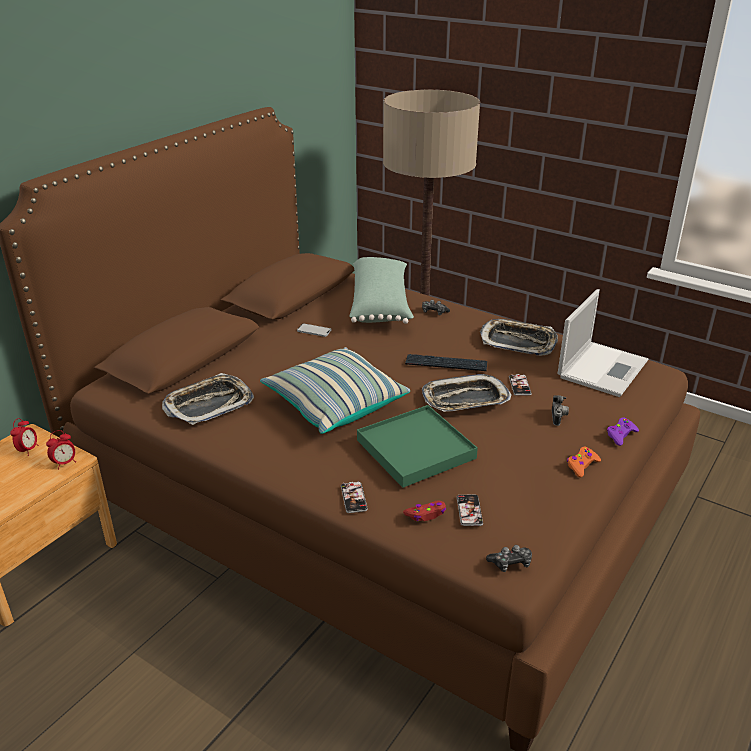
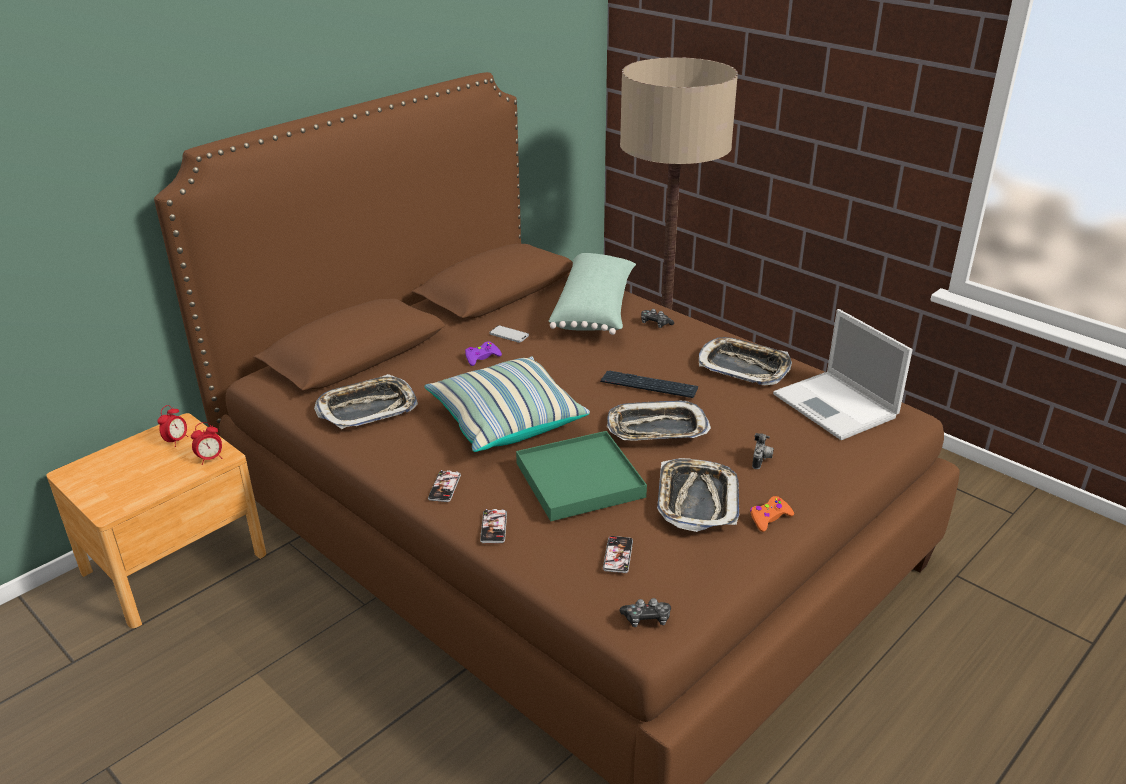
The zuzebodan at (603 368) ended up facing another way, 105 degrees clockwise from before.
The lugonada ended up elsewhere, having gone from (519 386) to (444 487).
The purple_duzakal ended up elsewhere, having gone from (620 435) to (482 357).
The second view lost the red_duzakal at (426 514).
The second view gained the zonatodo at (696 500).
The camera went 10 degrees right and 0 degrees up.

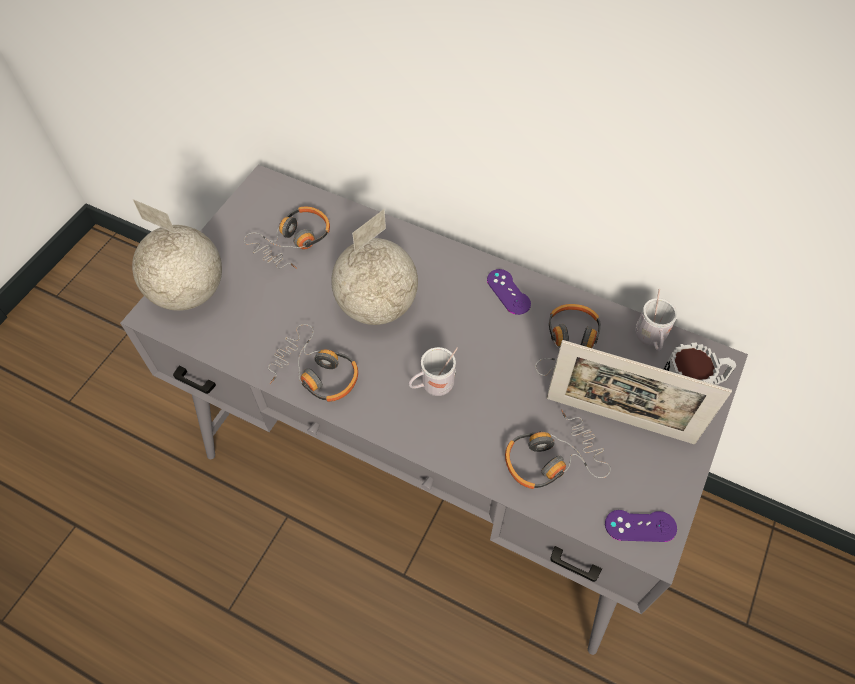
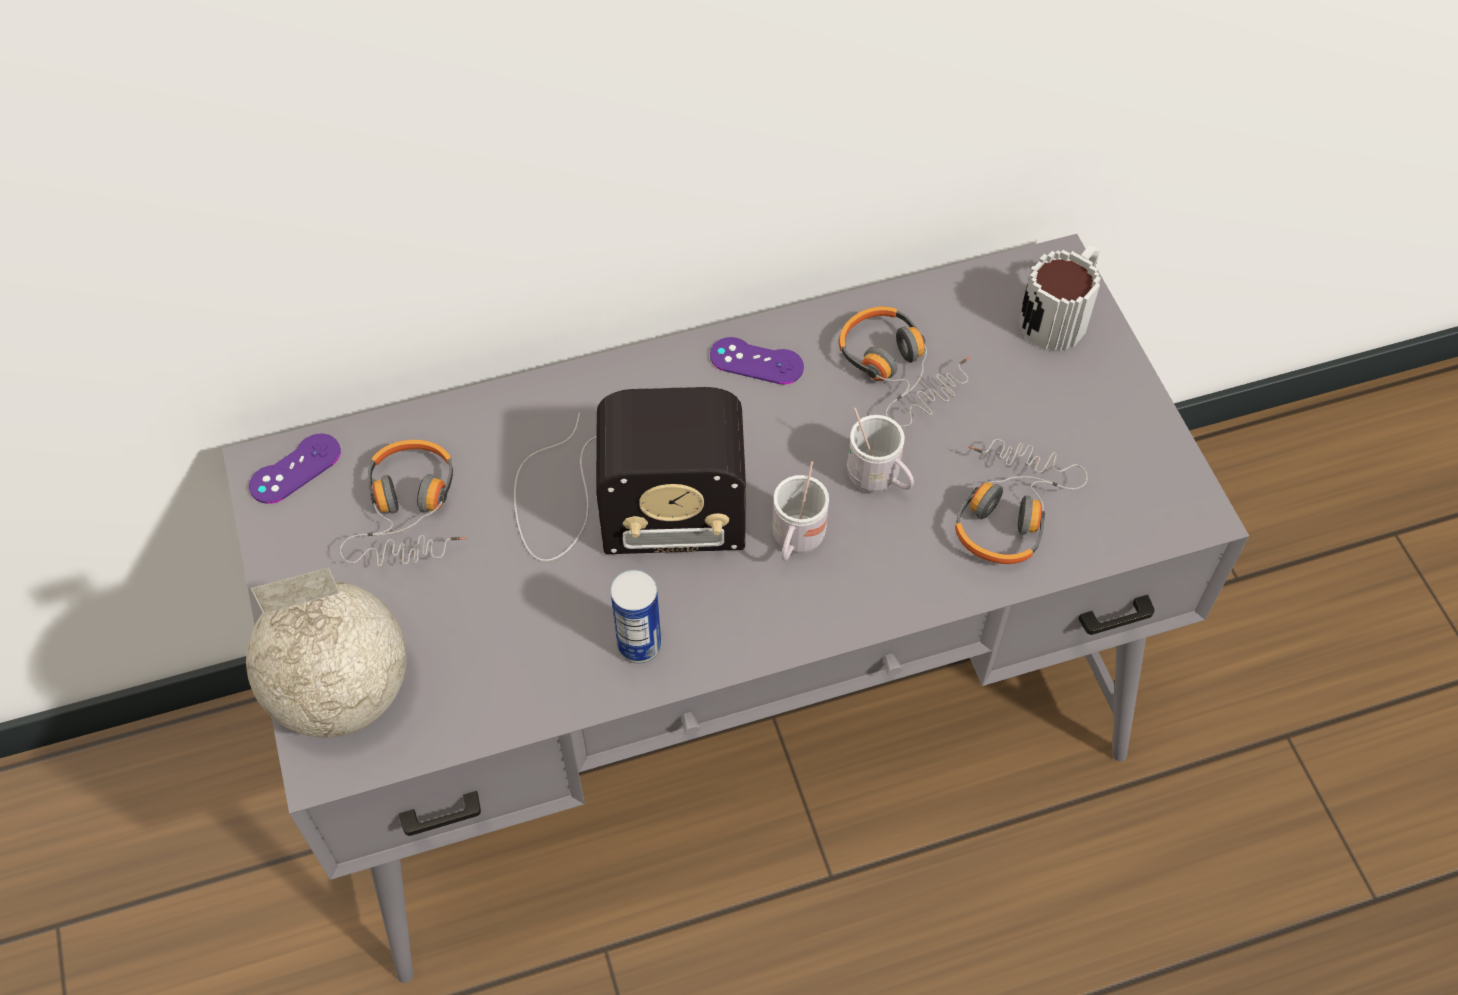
Where the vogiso stood at (378 306), the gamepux came to stand at (621 503).
The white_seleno ended up elsewhere, having gone from (650 339) to (878 480).
Where the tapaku stood at (316 372), the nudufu came to stand at (639 645).
The second view lost the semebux at (619 420).
The purple_duzakal ended up elsewhere, having gone from (640 526) to (295 469).
The camera went 45 degrees left and 0 degrees up.

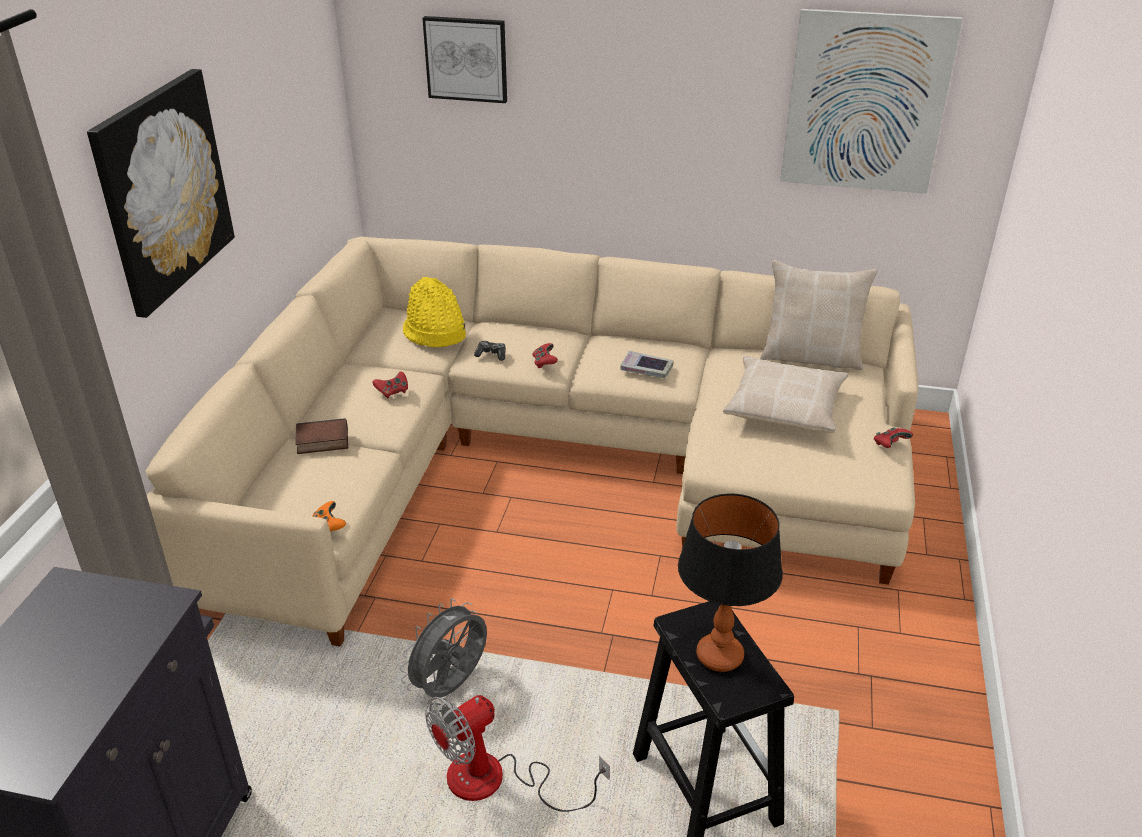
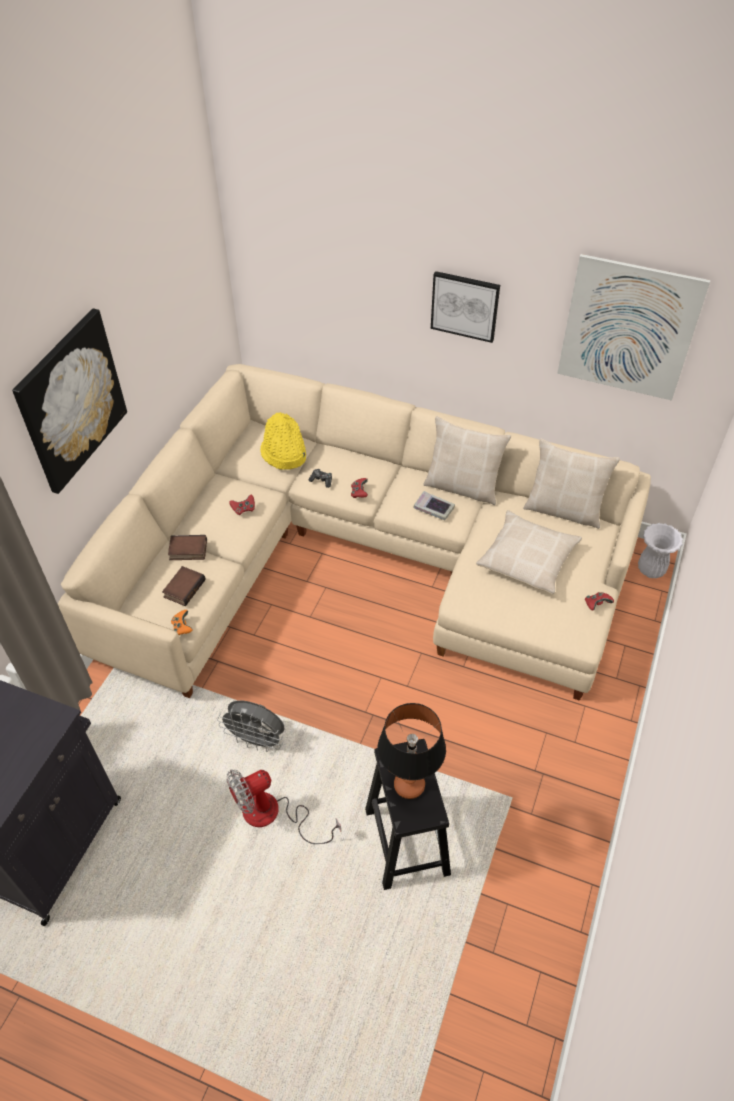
The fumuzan ended up elsewhere, having gone from (466 59) to (465 305).
The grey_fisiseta at (451 687) ended up facing another way, 120 degrees counterclockwise from before.
The second view gained the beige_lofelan at (463 487).
The second view gained the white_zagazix at (651 569).
The second view gained the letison at (184 588).
The camera went 10 degrees right and 15 degrees up.

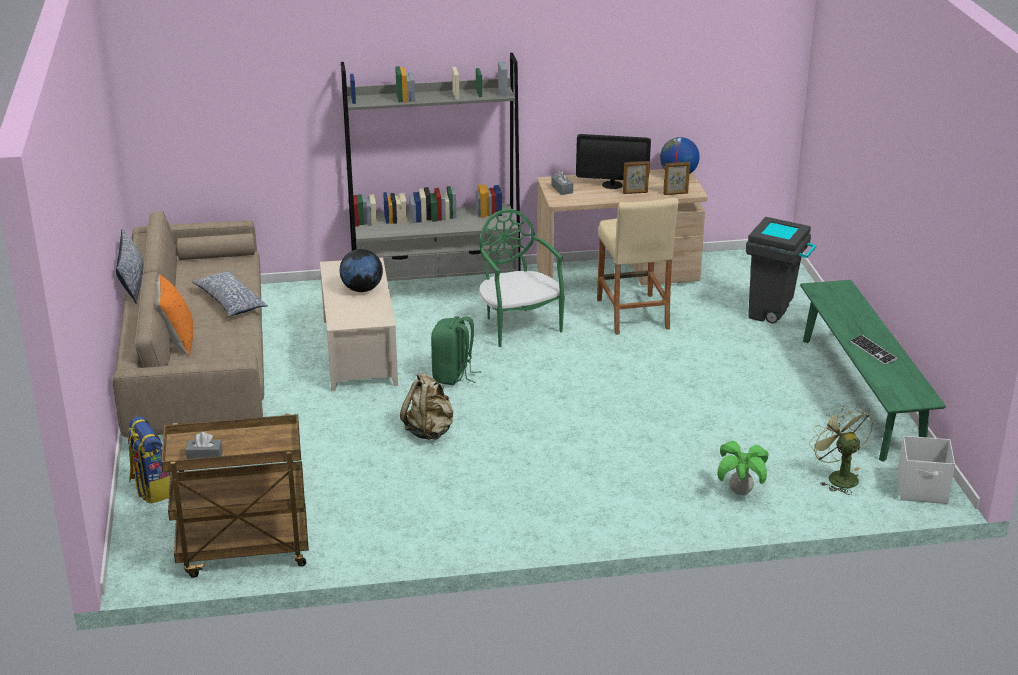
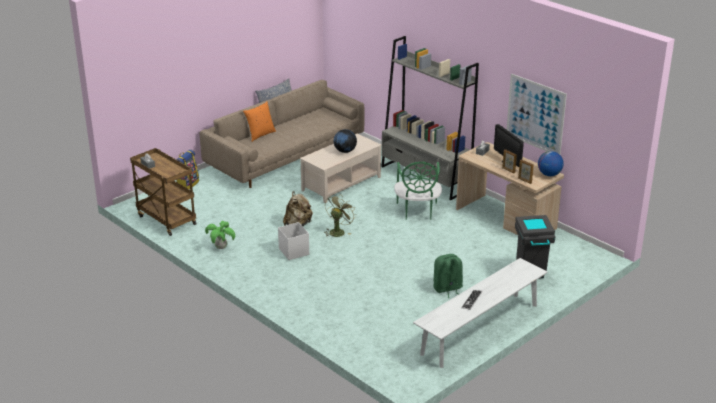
The second view lost the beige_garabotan at (632 314).
The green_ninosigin at (518 325) ended up facing another way, 150 degrees clockwise from before.
The second view lost the lofelan at (230 302).
What was the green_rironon at (860 395) turned into the white_rironon at (480 329).
The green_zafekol ended up elsewhere, having gone from (453 376) to (447 289).
The green_fisiseta ended up elsewhere, having gone from (838 476) to (338 231).
The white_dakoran ended up elsewhere, having gone from (923 490) to (294 252).
The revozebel ended up elsewhere, having gone from (740 492) to (221 247).
The second view gained the fumuzan at (535 114).
The camera went 55 degrees right and 0 degrees up.

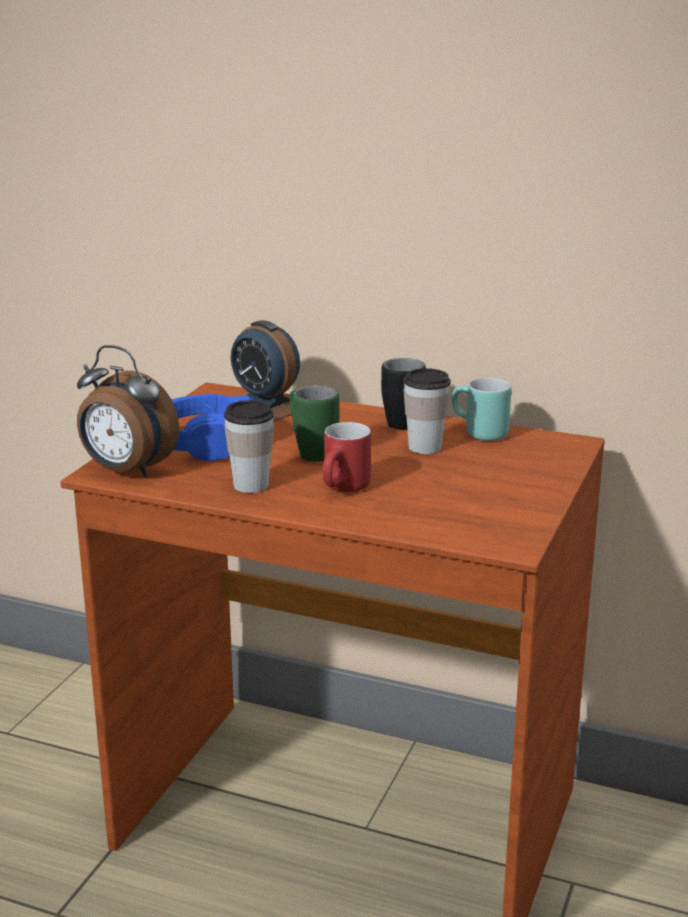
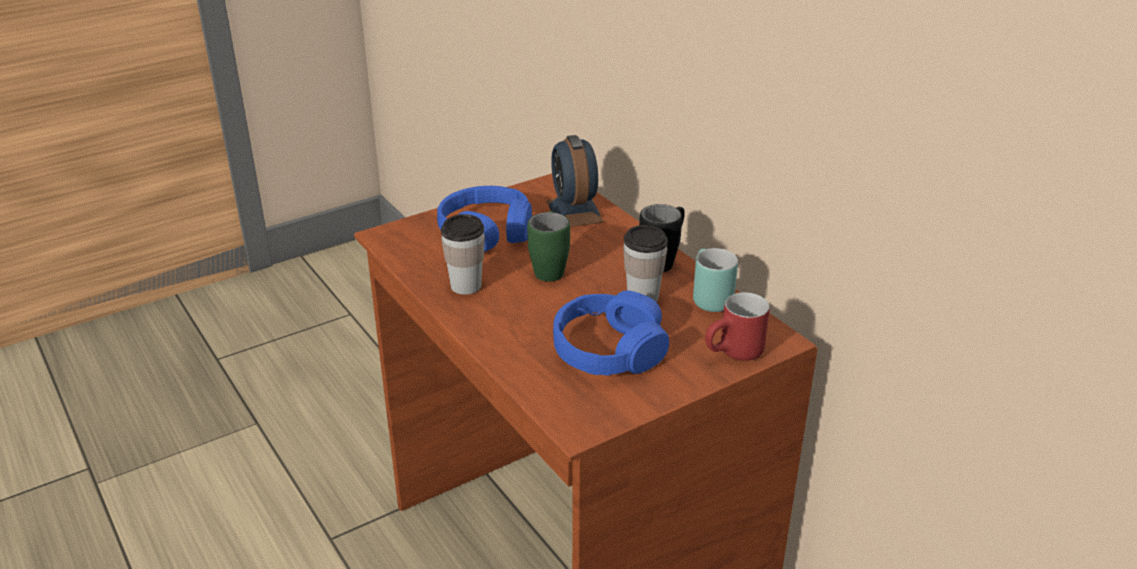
The second view lost the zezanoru at (126 471).
The red_seleno ended up elsewhere, having gone from (345 490) to (735 355).
The second view gained the blue_tapaku at (609 350).
The camera went 35 degrees right and 10 degrees up.

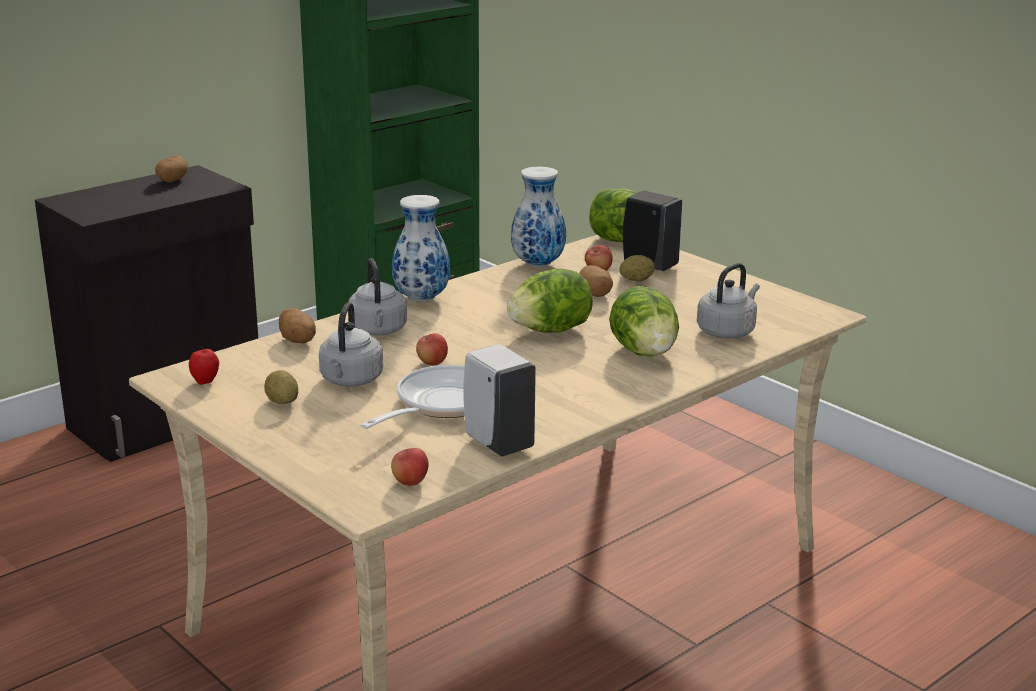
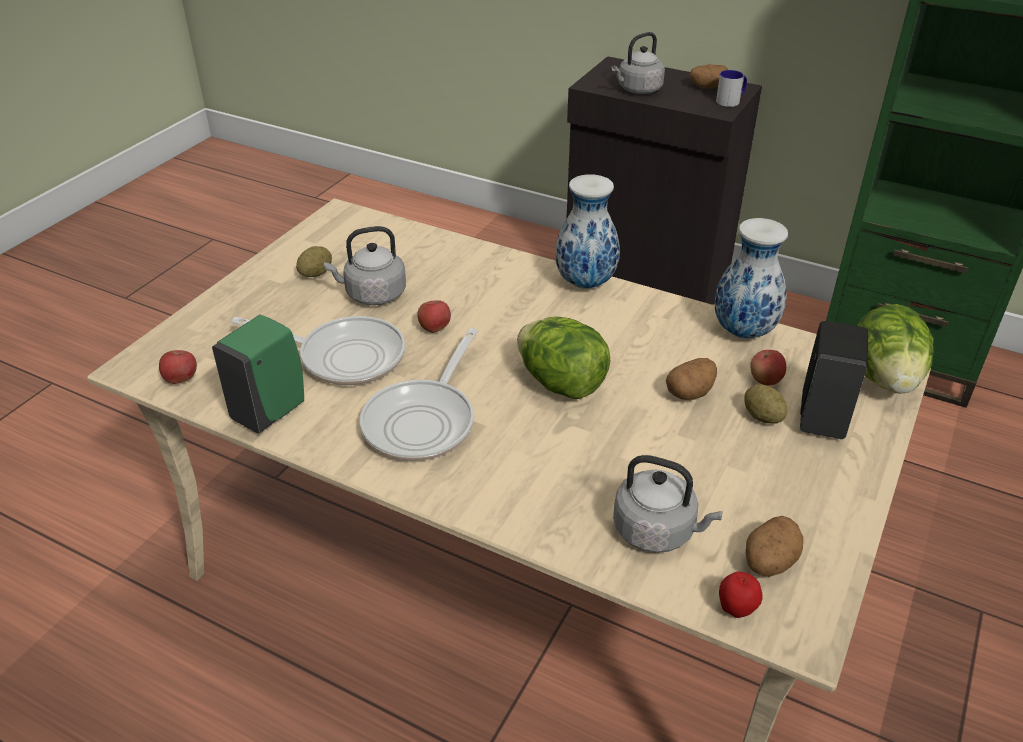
The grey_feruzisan ended up elsewhere, having gone from (378 331) to (637 90).
The second view lost the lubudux at (644 352).
The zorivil ended up elsewhere, having gone from (298 341) to (768 562).
What was the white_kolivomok at (497 443) turned into the green_kolivomok at (271 411).
The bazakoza ended up elsewhere, having gone from (205 382) to (736 610).
The second view gained the seleno at (731 101).
The second view gained the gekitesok at (424 421).
The camera went 70 degrees right and 15 degrees up.

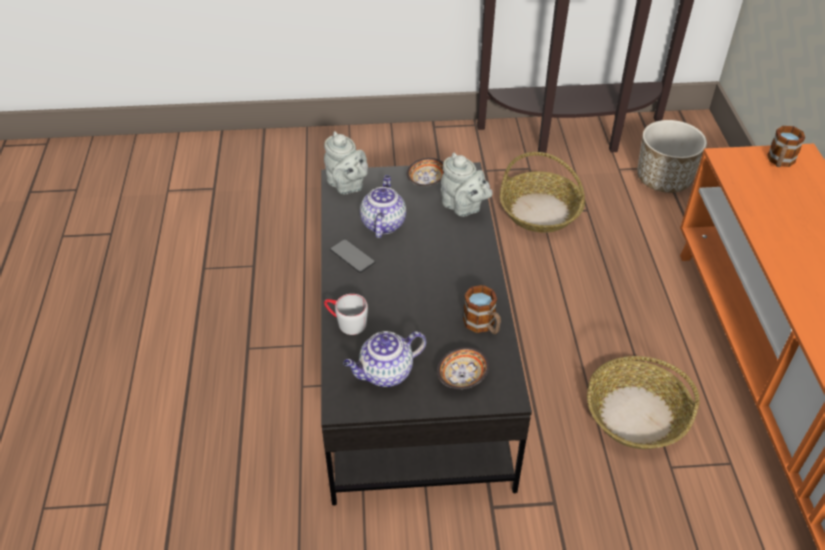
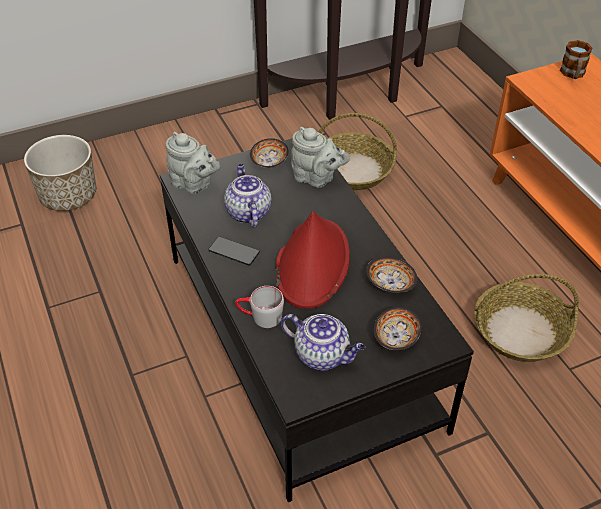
The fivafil ended up elsewhere, having gone from (663 179) to (68 196).
Where the seleno stood at (483 325), the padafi came to stand at (390 284).
The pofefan at (385 373) ended up facing another way, 105 degrees counterclockwise from before.
The second view gained the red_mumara at (312 263).
The camera went 20 degrees left and 0 degrees up.

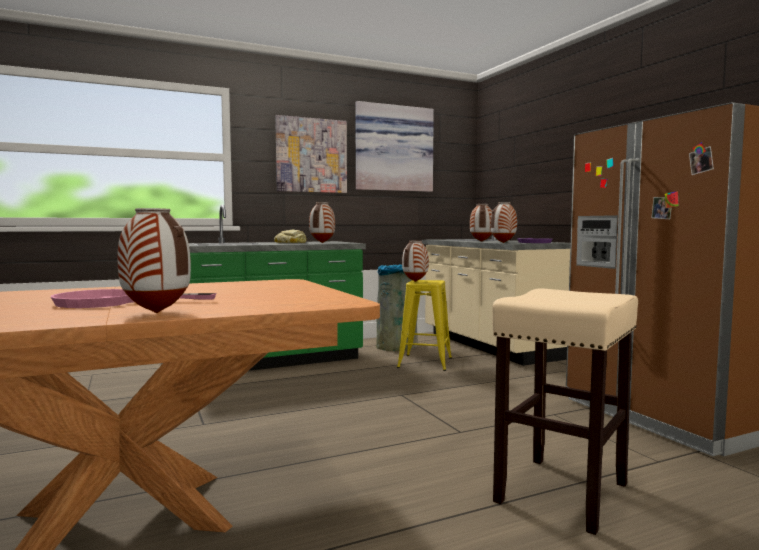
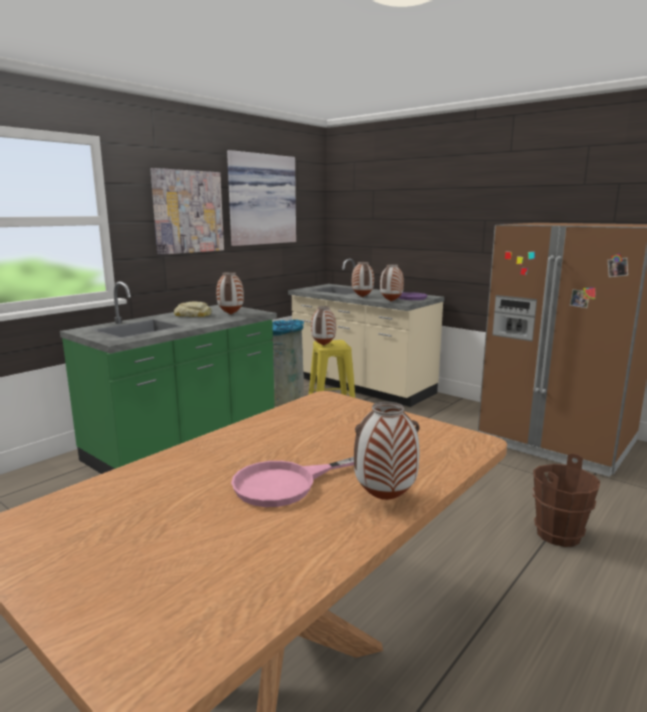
Where the beige_garabotan stood at (561 493), the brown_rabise came to stand at (559 534).
The camera went 25 degrees left and 10 degrees up.

